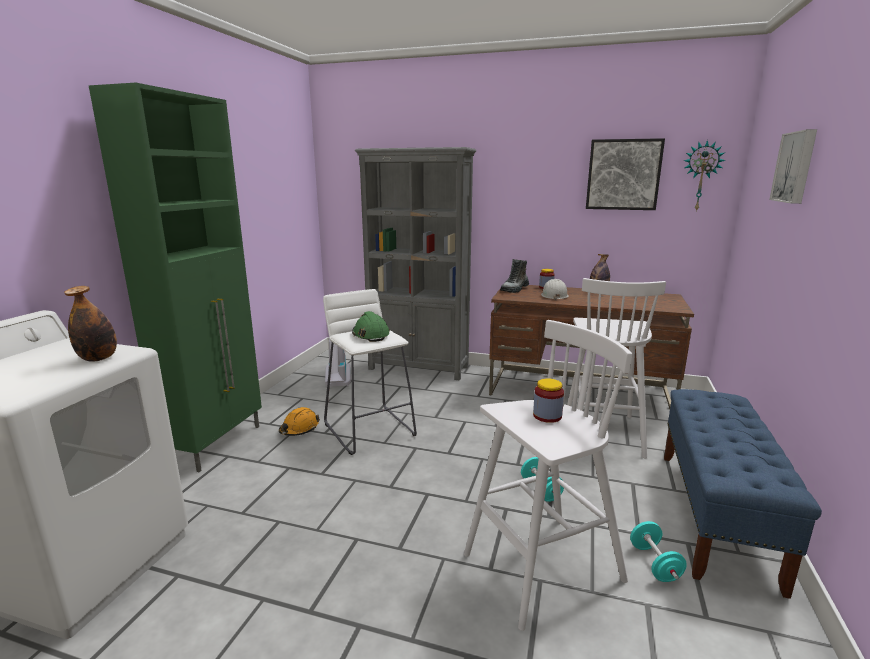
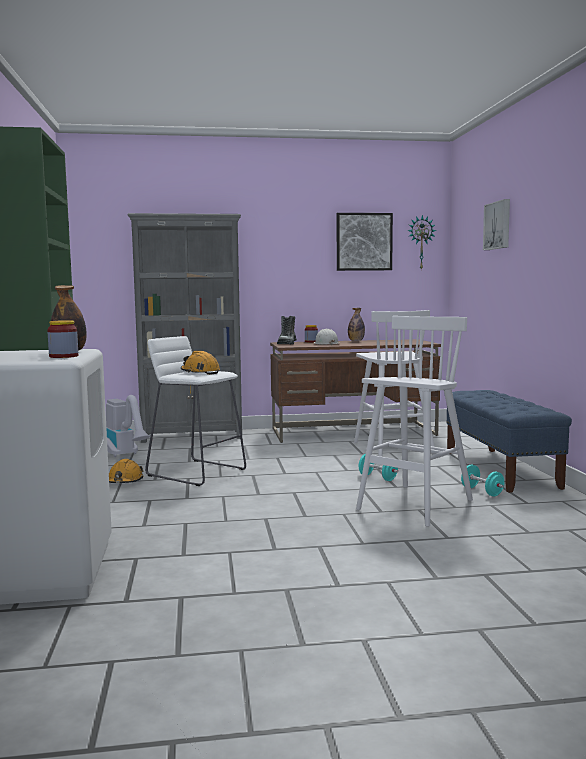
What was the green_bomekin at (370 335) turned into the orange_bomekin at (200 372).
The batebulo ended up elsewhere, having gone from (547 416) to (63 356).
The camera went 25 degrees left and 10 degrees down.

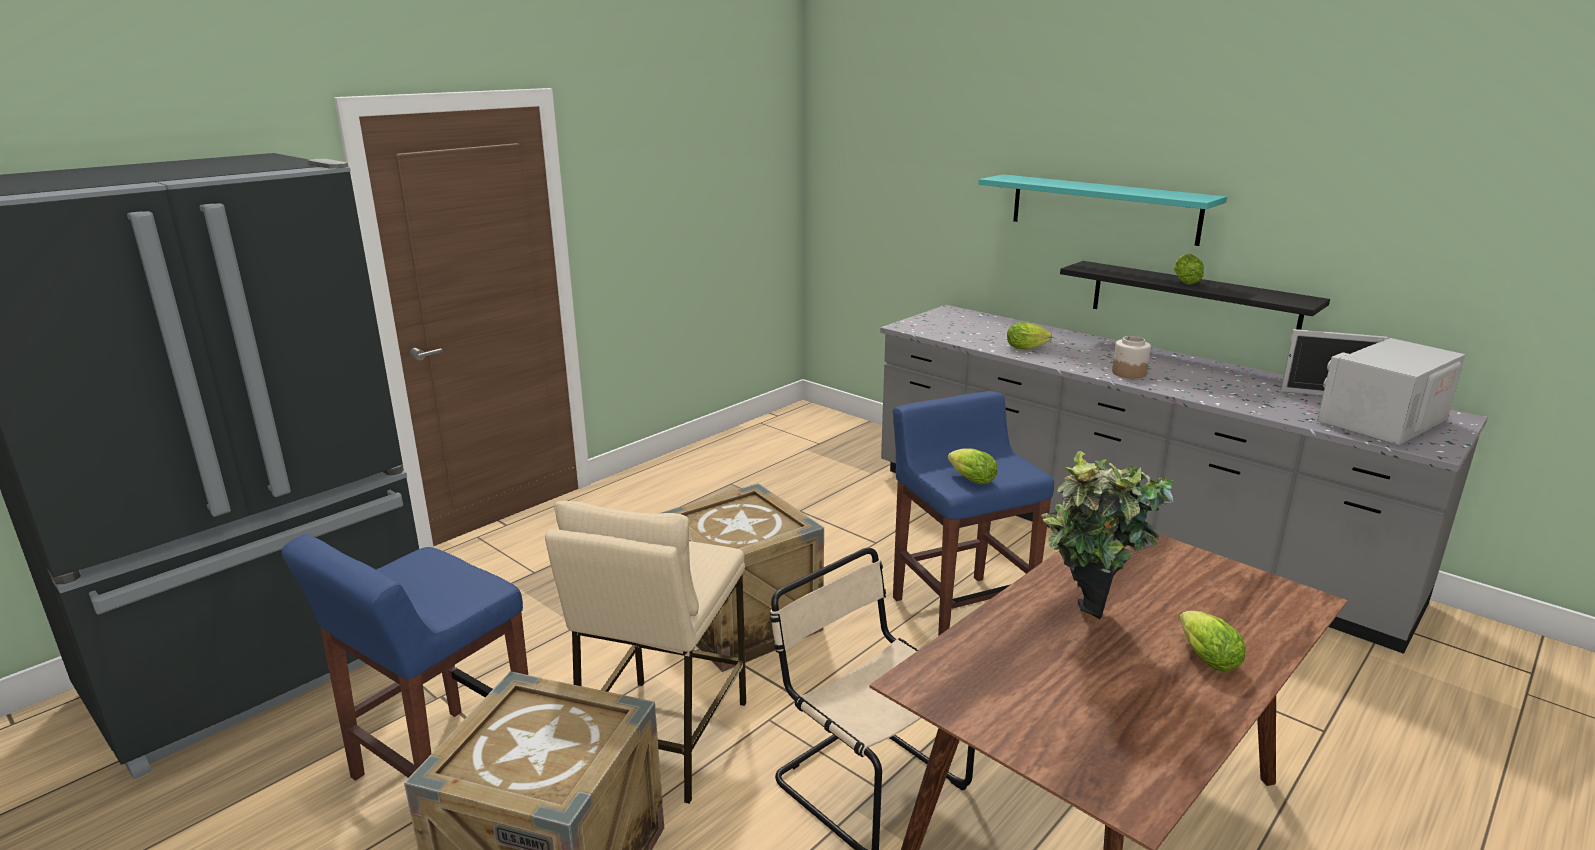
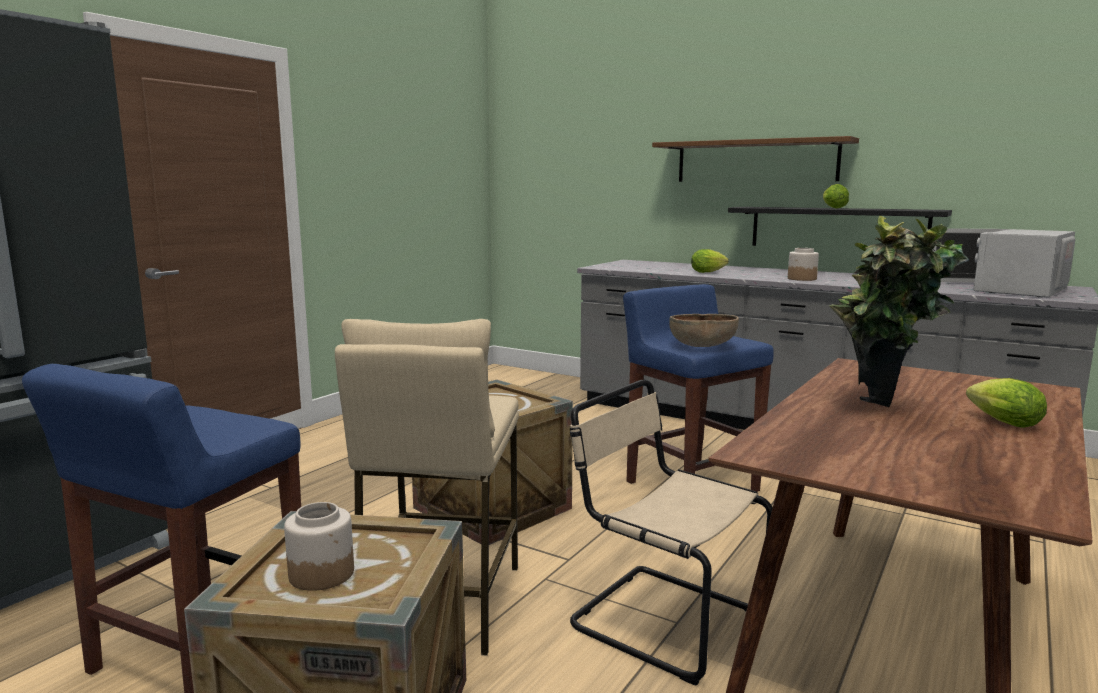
What was the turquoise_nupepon at (1103 208) turned into the brown_nupepon at (755 161).
Where the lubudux stood at (969 479), the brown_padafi came to stand at (702 346).
The second view gained the batebulo at (322 574).
The camera went 10 degrees left and 10 degrees down.

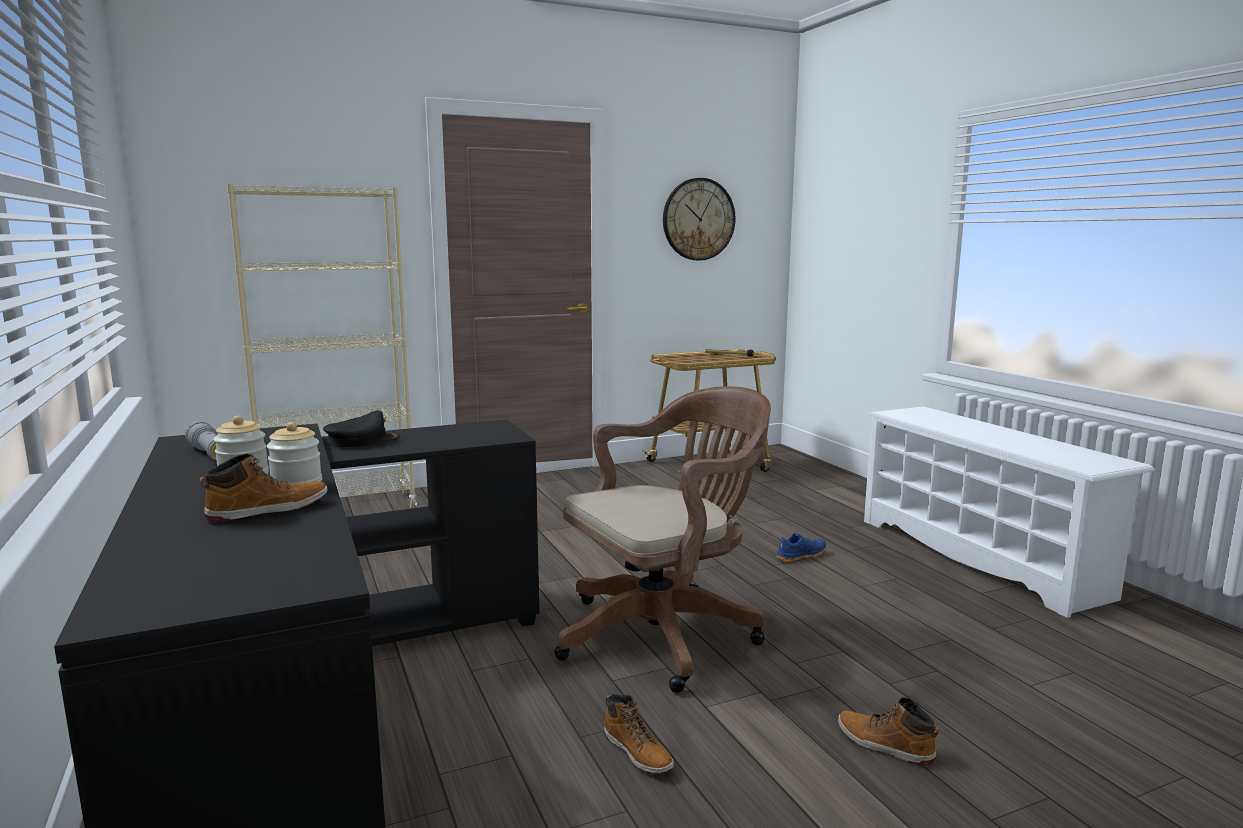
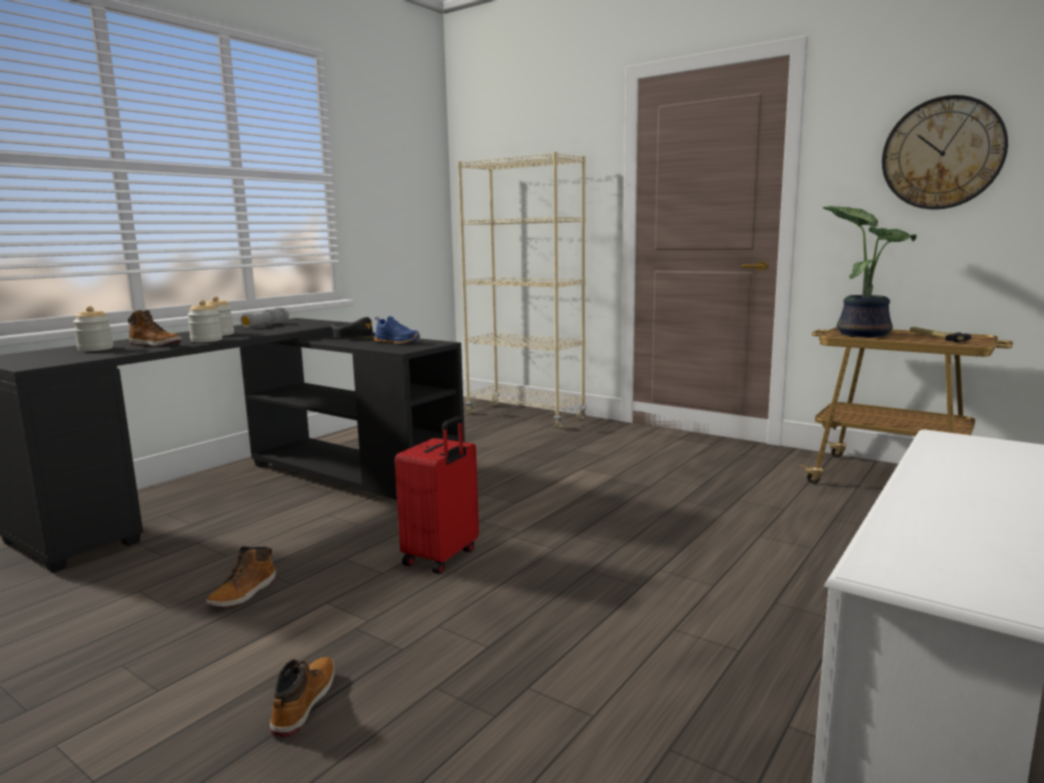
Where the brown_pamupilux stood at (665 633), the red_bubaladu came to stand at (442 557).
The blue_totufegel ended up elsewhere, having gone from (800 555) to (398 342).
The second view gained the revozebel at (862 333).
The second view gained the batebulo at (95 349).
The camera went 60 degrees right and 0 degrees up.

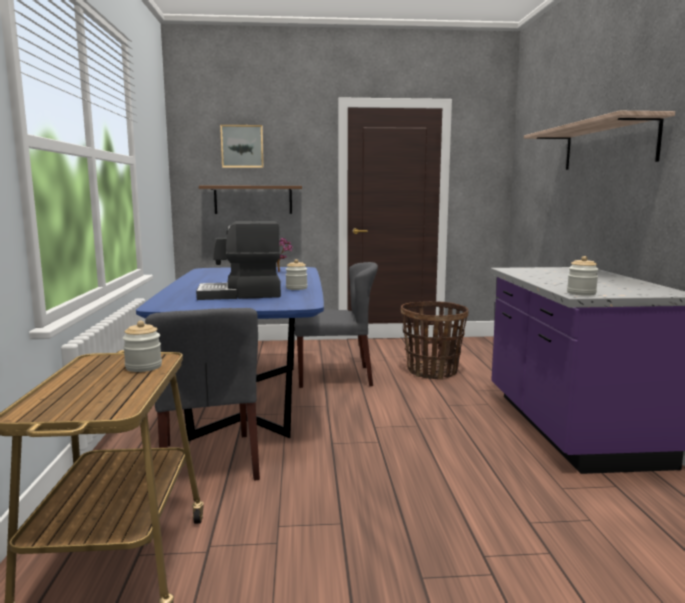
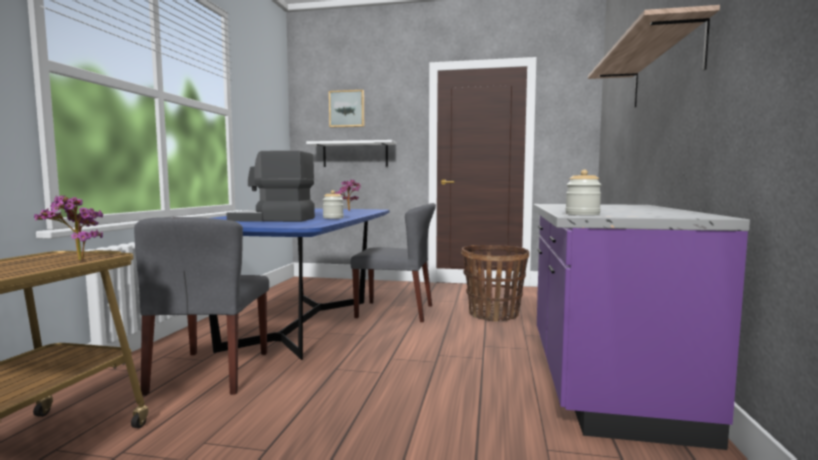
What was the brown_nupepon at (253 200) turned into the white_nupepon at (355 154).
Where the batebulo stood at (143 367), the revozebel came to stand at (75 260).
The camera went 15 degrees right and 5 degrees down.

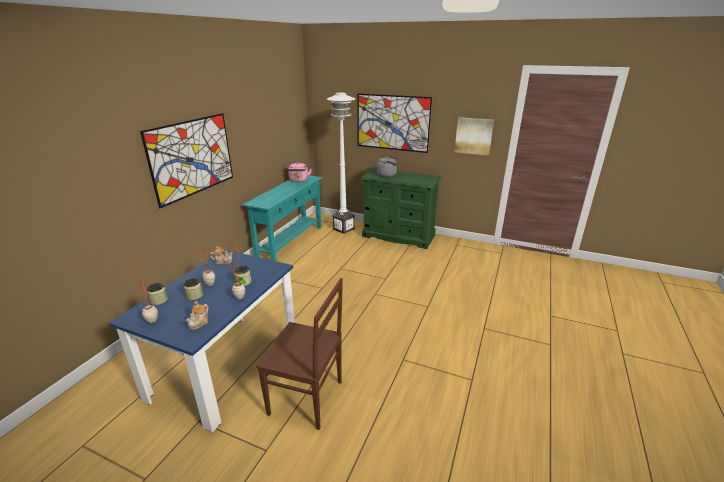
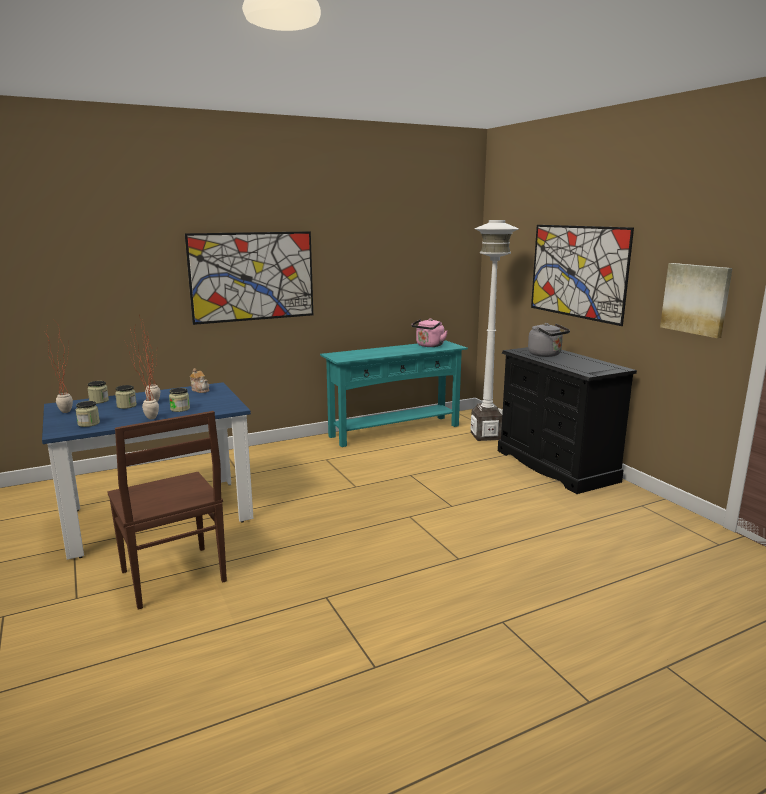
What was the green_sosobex at (398 236) turned into the black_sosobex at (555 466).
Where the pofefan stood at (199 322), the batebulo came to stand at (88 423).
The camera went 40 degrees right and 10 degrees down.

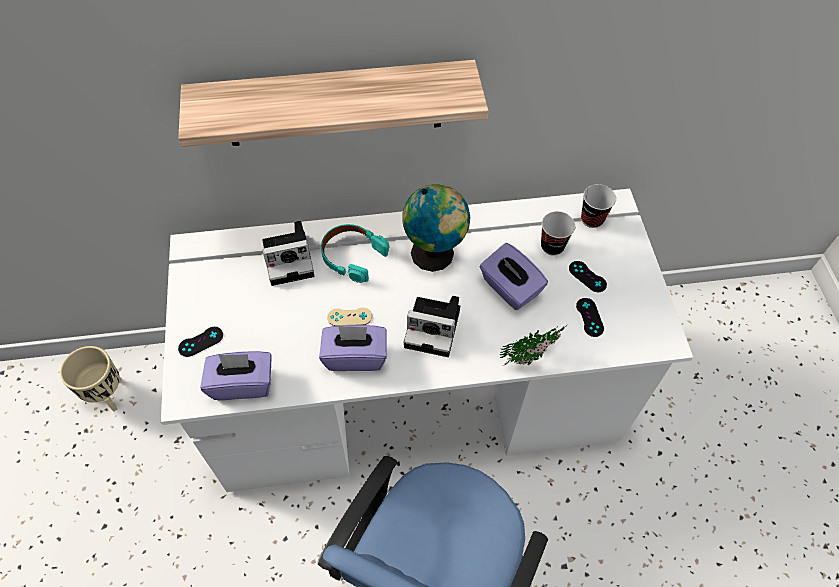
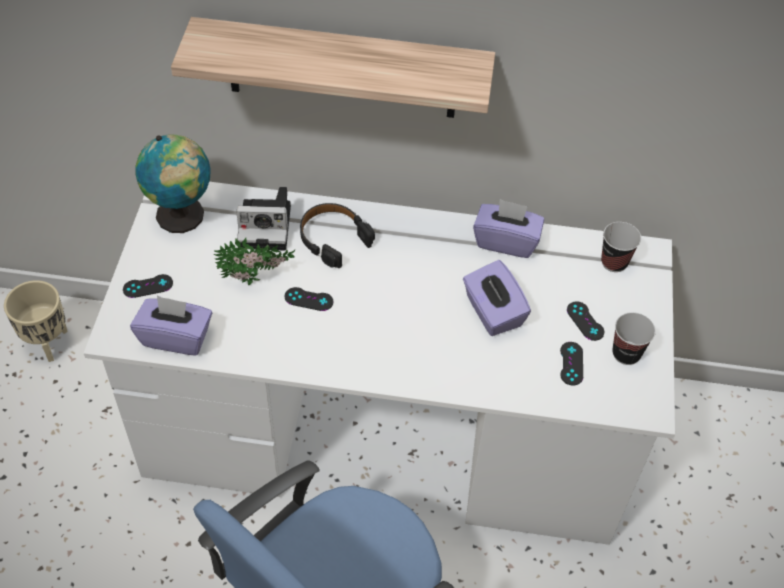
The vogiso ended up elsewhere, having gone from (435 255) to (182 217).
The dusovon ended up elsewhere, having gone from (552 246) to (626 354).
What was the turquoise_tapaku at (352 256) turned into the black_tapaku at (333 239).
The second view lost the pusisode at (435 328).
What was the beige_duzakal at (349 317) turned into the black_duzakal at (309 299).
The revozebel ended up elsewhere, having gone from (532 358) to (257 280).
The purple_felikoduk ended up elsewhere, having gone from (355 356) to (506 241).
The camera went 15 degrees right and 5 degrees down.

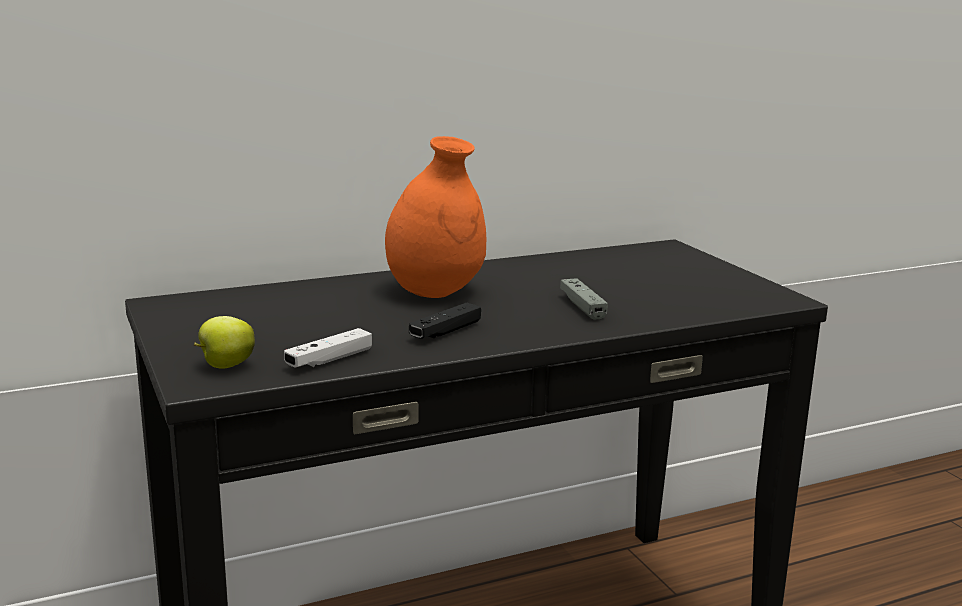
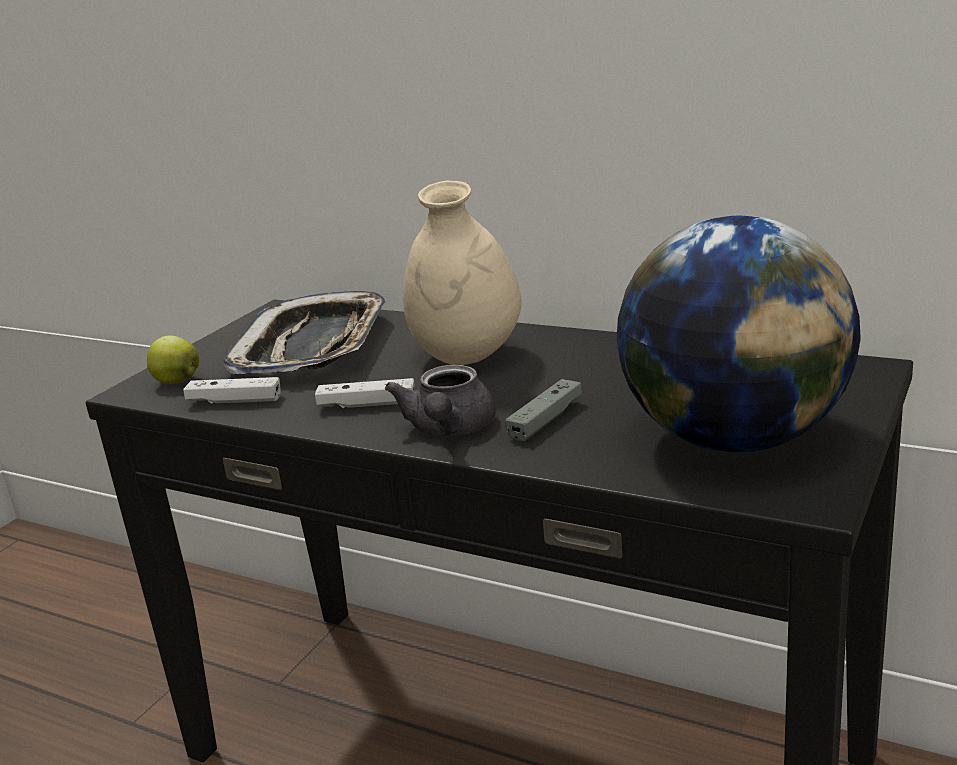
What was the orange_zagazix at (435 292) turned into the beige_zagazix at (467 357).
What was the black_duzakal at (445 332) turned into the white_duzakal at (367 404).
The second view gained the vogiso at (734 438).
The second view gained the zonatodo at (313 347).
The second view gained the grey_pofefan at (449 430).
The camera went 55 degrees right and 5 degrees up.

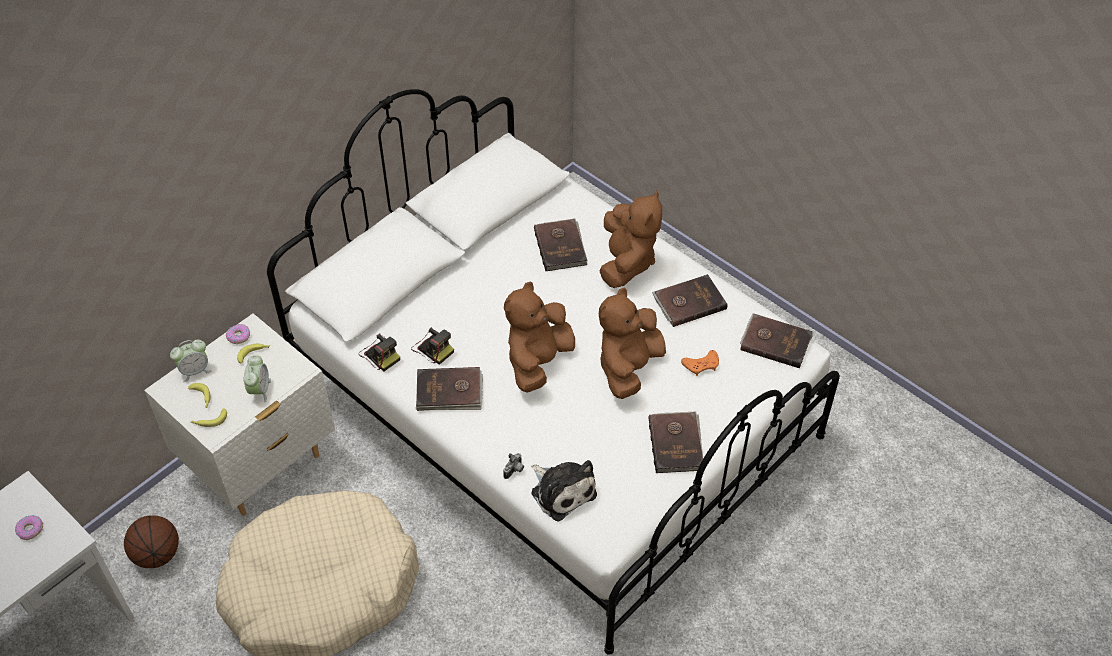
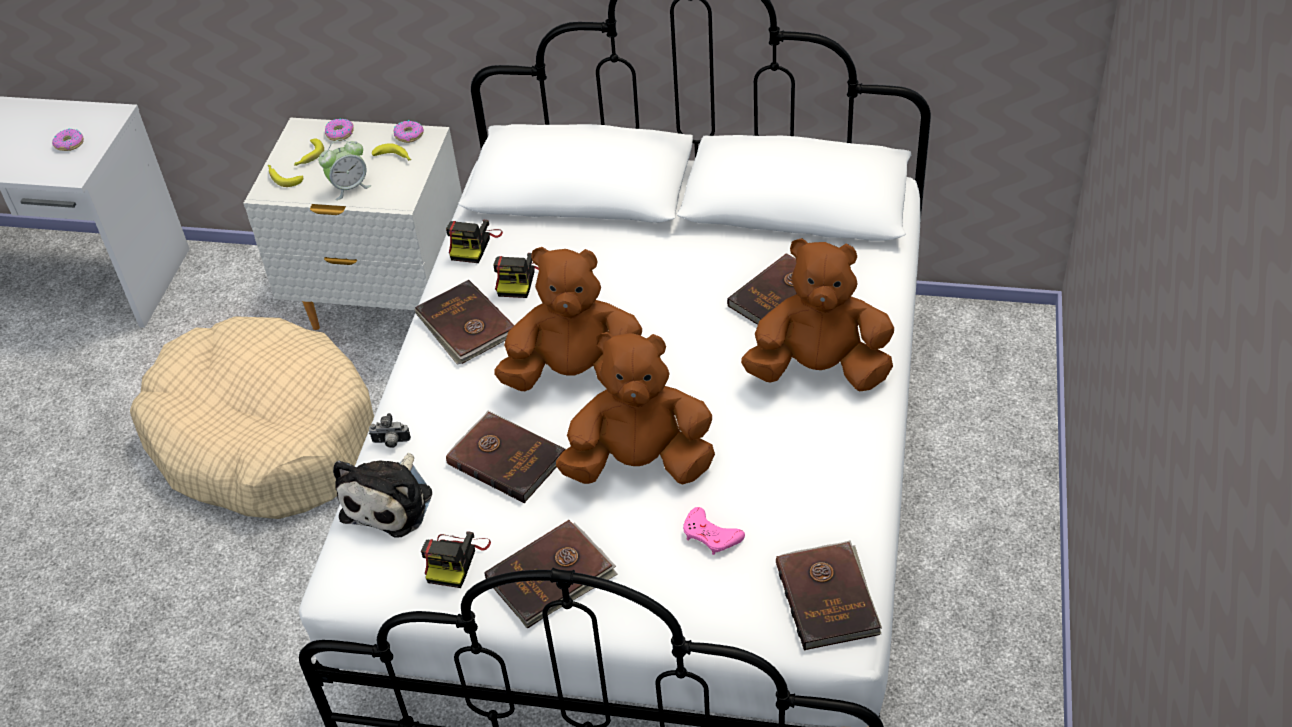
The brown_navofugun at (626 262) ended up facing another way, 150 degrees counterclockwise from before.
The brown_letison ended up elsewhere, having gone from (689 302) to (507 458).
Where the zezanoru stood at (195 371), the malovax came to stand at (339 133).
What was the orange_duzakal at (701 365) turned into the pink_duzakal at (711 535).
The second view lost the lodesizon at (157 554).
The second view gained the pusisode at (456 560).
The camera went 60 degrees right and 5 degrees down.

